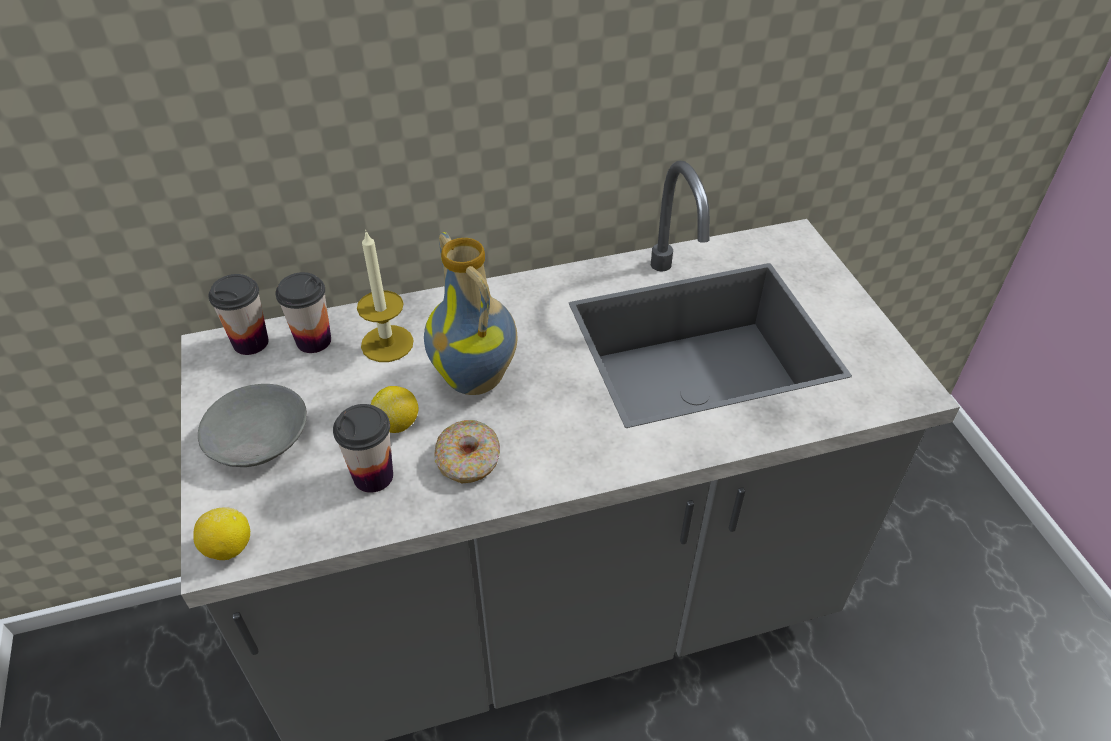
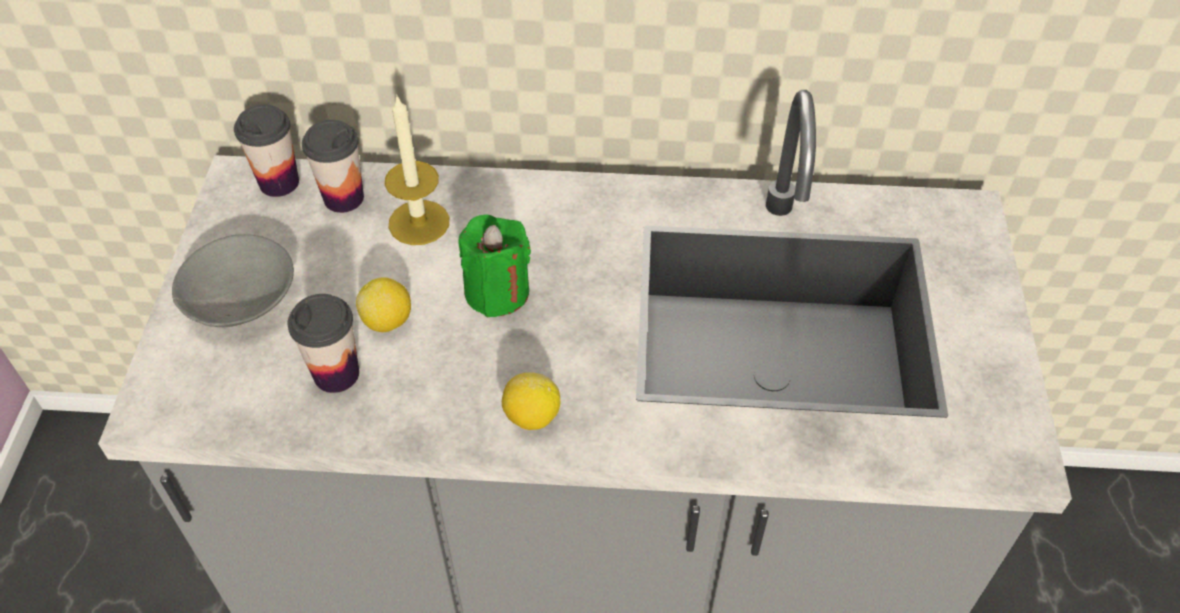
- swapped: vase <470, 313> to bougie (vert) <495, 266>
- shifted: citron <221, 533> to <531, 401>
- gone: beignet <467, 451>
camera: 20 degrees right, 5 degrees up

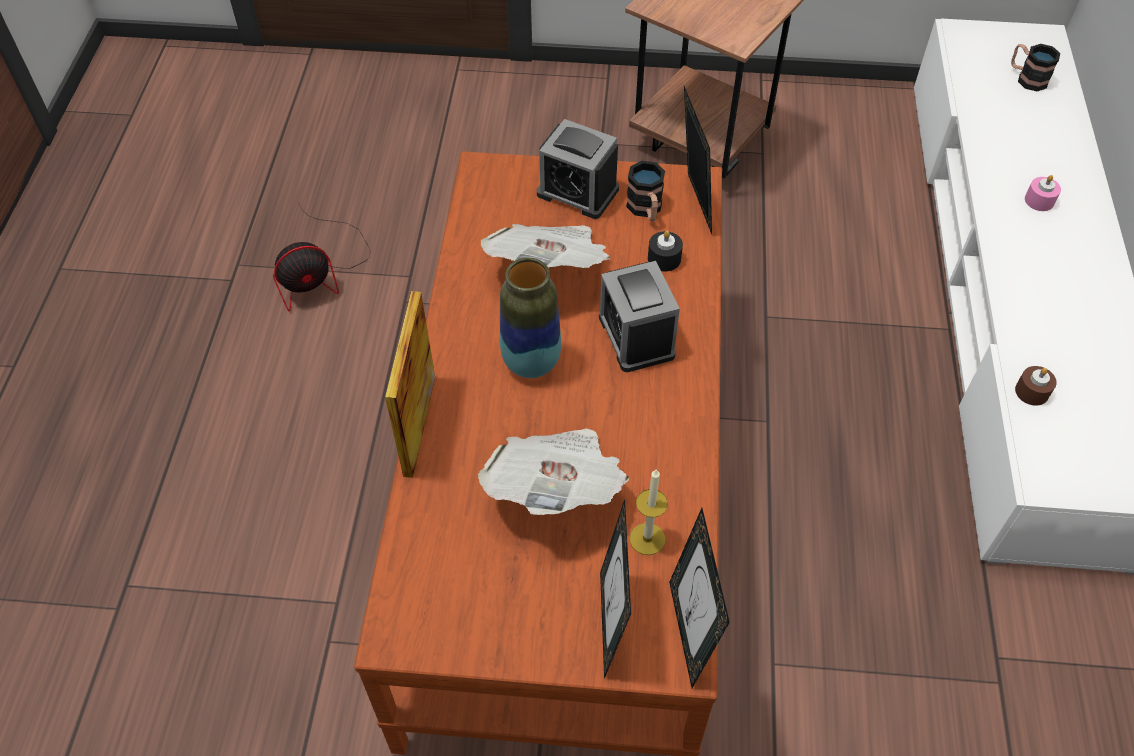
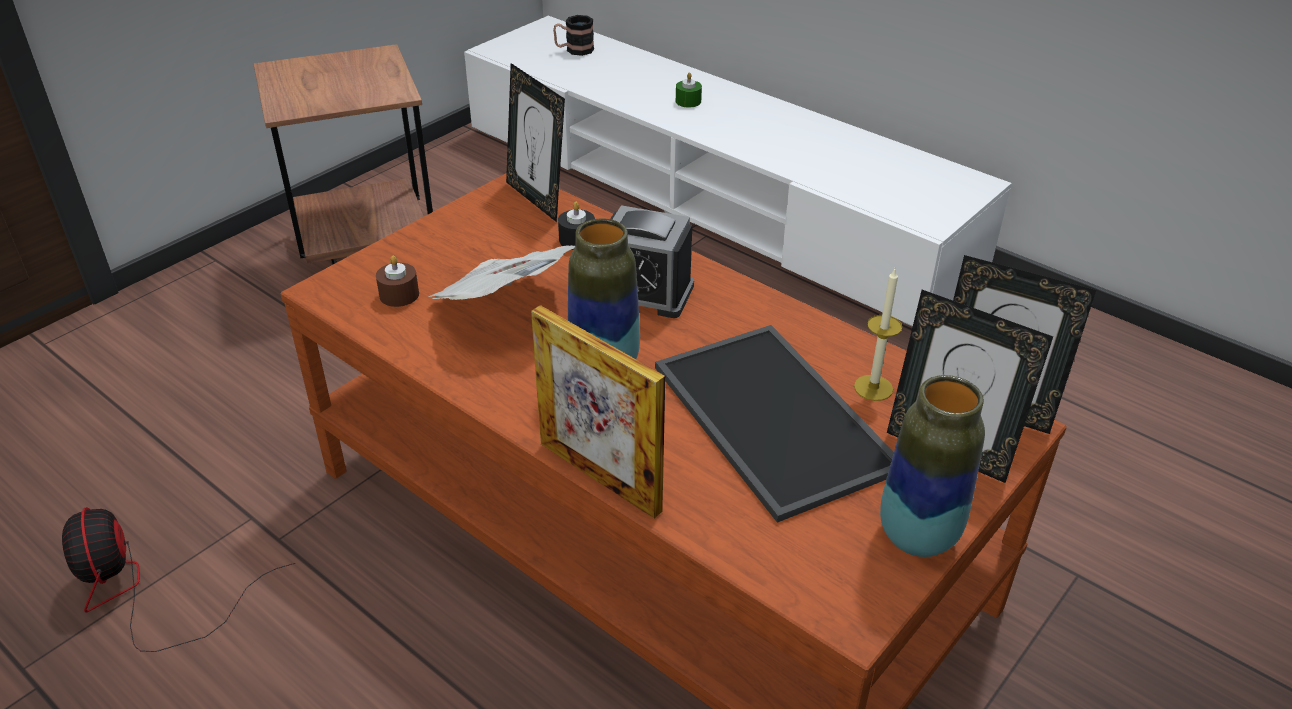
- rotated: ventilateur <321, 257> = <178, 579> 150 degrees clockwise
- shifted: bougie (marron) <1036, 386> to <397, 281>
- rotated: cadre photo <698, 160> = <535, 142> 150 degrees counterclockwise
- swapped: journal <553, 471> to plateau <774, 424>
- repainted: bougie (rose) <1043, 193> to bougie (vert) <689, 90>
- new: vase <932, 466>
- gone: réveil <578, 169>
- gone: mug <645, 191>
camera: 55 degrees left, 15 degrees down

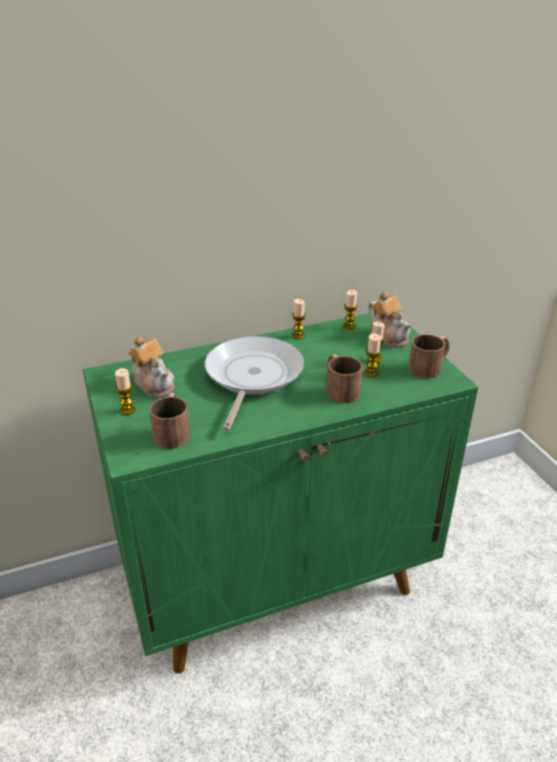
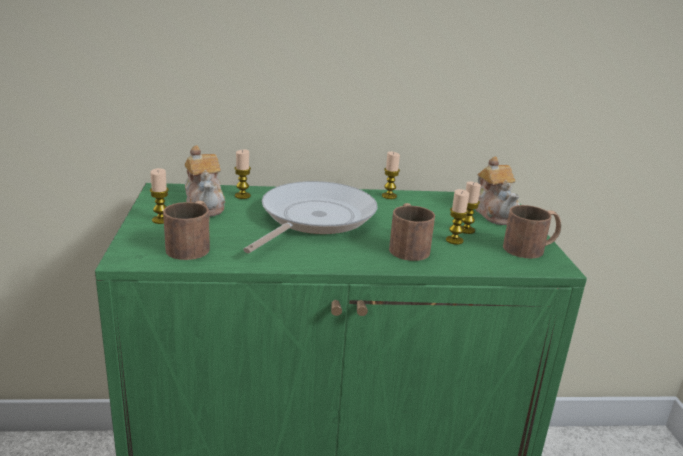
- shifted: bougie <350, 310> to <242, 174>
camera: 15 degrees right, 10 degrees down

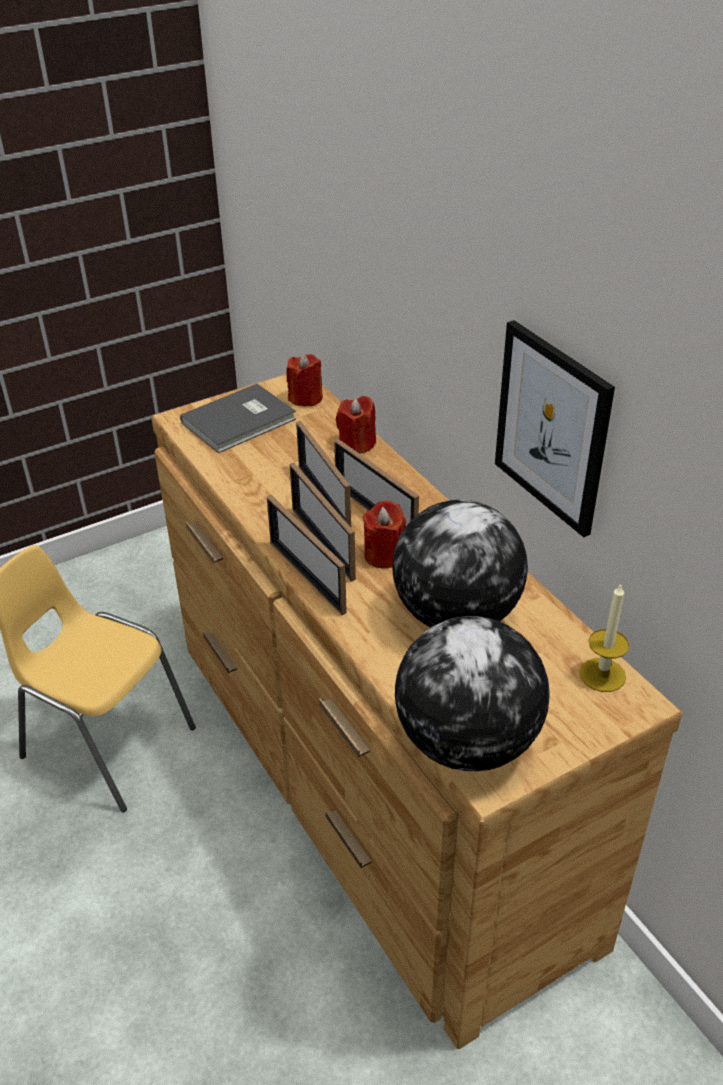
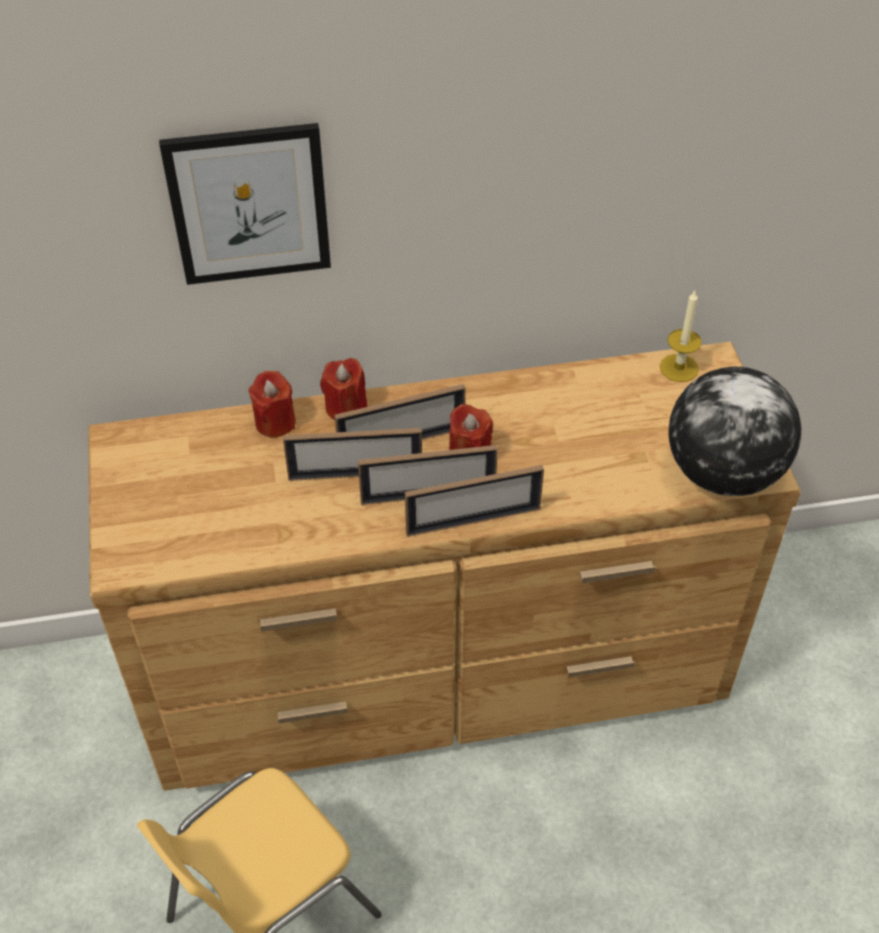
- shifted: tableau <555, 428> to <245, 204>
- shifted: bougie (rouge) <304, 380> to <343, 389>
- gone: livre (gris) <238, 418>
- gone: globe <460, 563>
camera: 70 degrees left, 10 degrees up

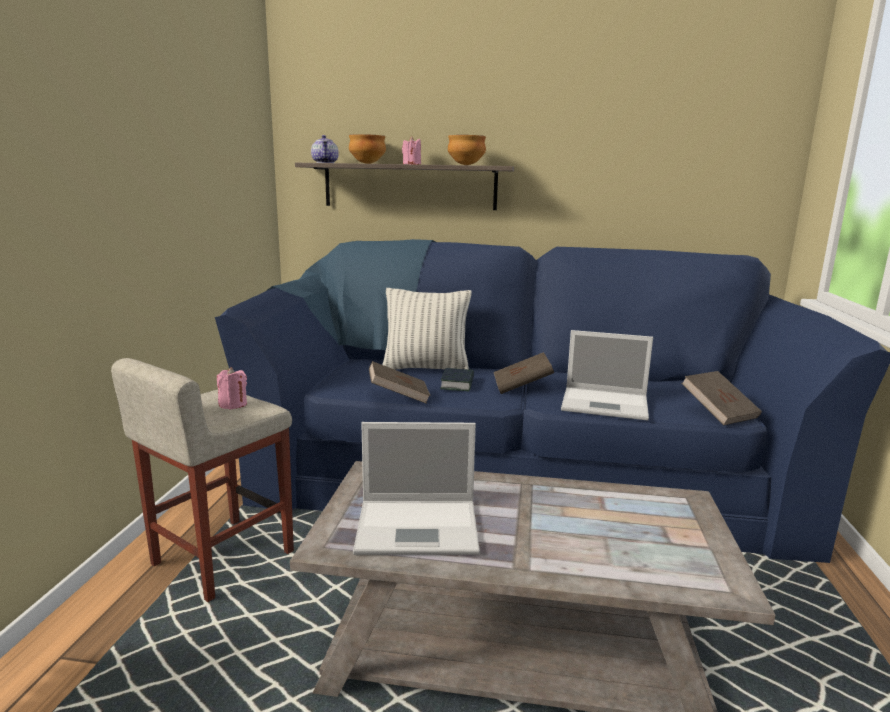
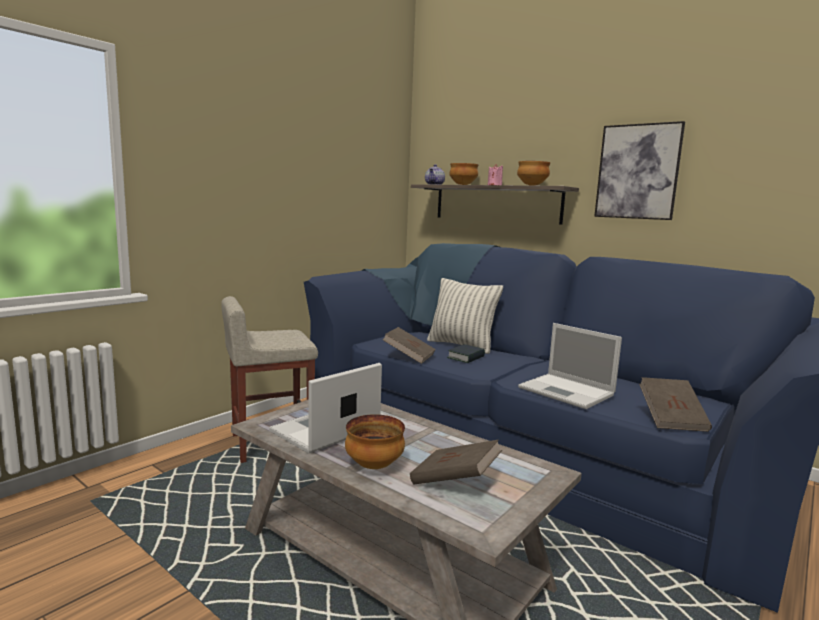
- rotated: ordinateur portable <416, 488> = <325, 408> 105 degrees clockwise
- new: bol <375, 441>
- shifted: livre (marron) <524, 373> to <456, 462>
- new: tableau <639, 170>
- gone: bougie (rose) <232, 388>
camera: 30 degrees right, 5 degrees down

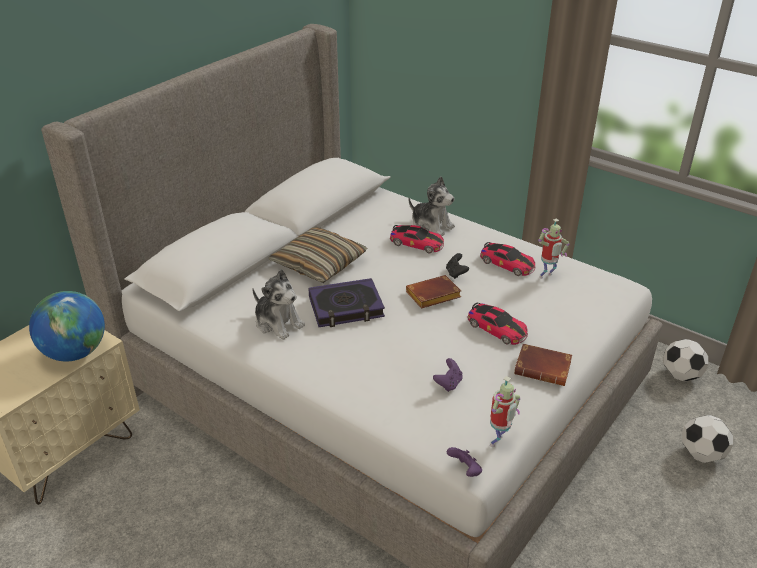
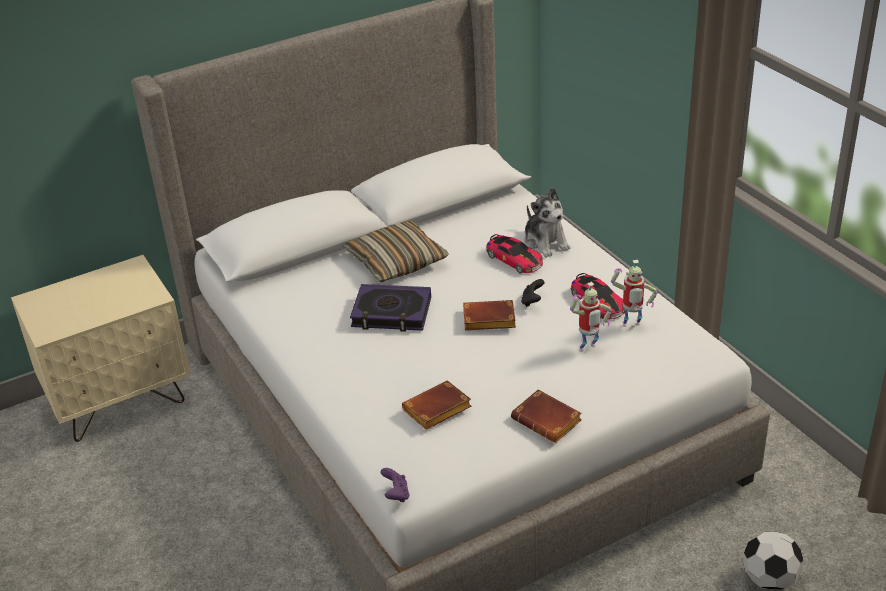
- swapped: manette (violet) <447, 375> to livre (marron) <436, 405>
- shifted: robot jouet <505, 411> to <591, 317>
- gone: globe <67, 326>
- gone: peluche <278, 304>
- gone: petite voiture <498, 324>
- gone: ballon de foot <685, 360>
camera: 25 degrees right, 0 degrees up

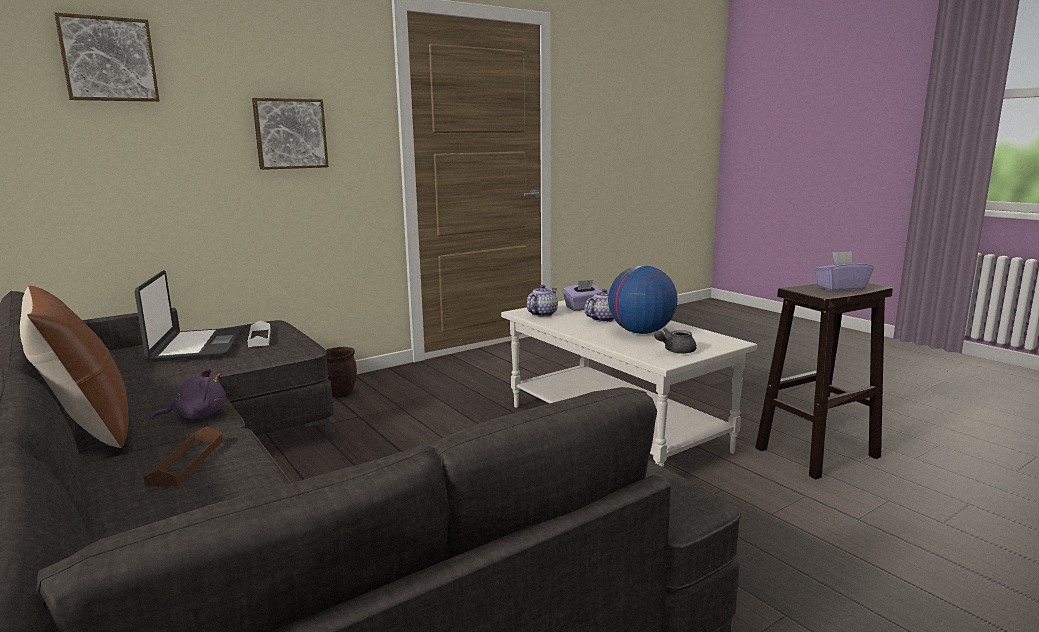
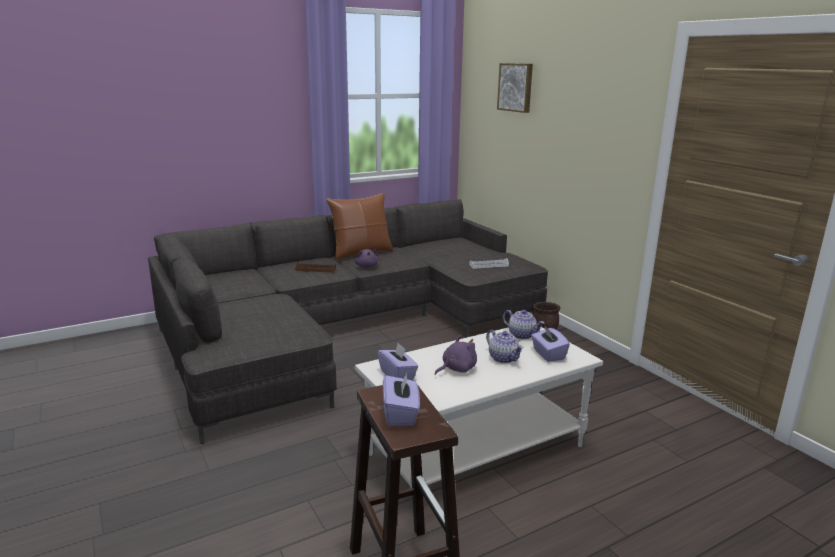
- swapped: théière (gris) <675, 341> to boîte à mouchoirs (violet) <397, 361>
- swapped: globe <642, 299> to peluche (violet) <456, 355>
- gone: ordinateur portable <188, 316>
- gone: tableau <290, 134>
camera: 95 degrees right, 5 degrees up

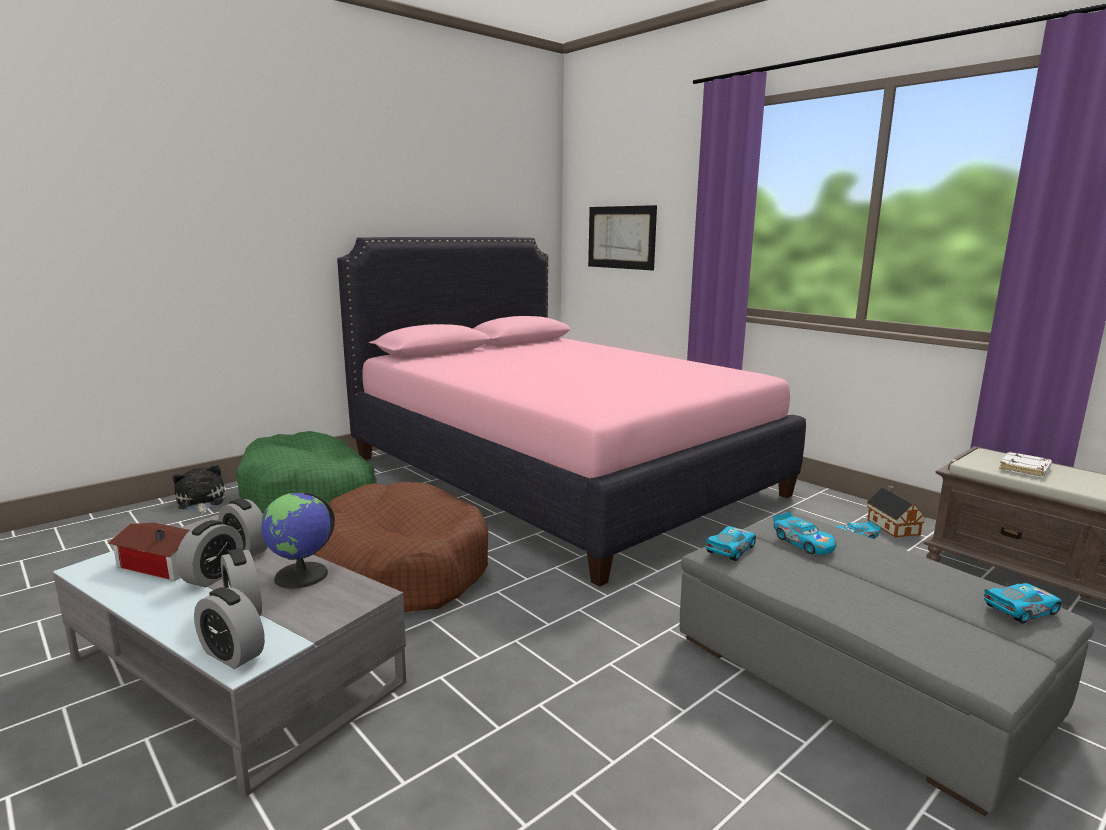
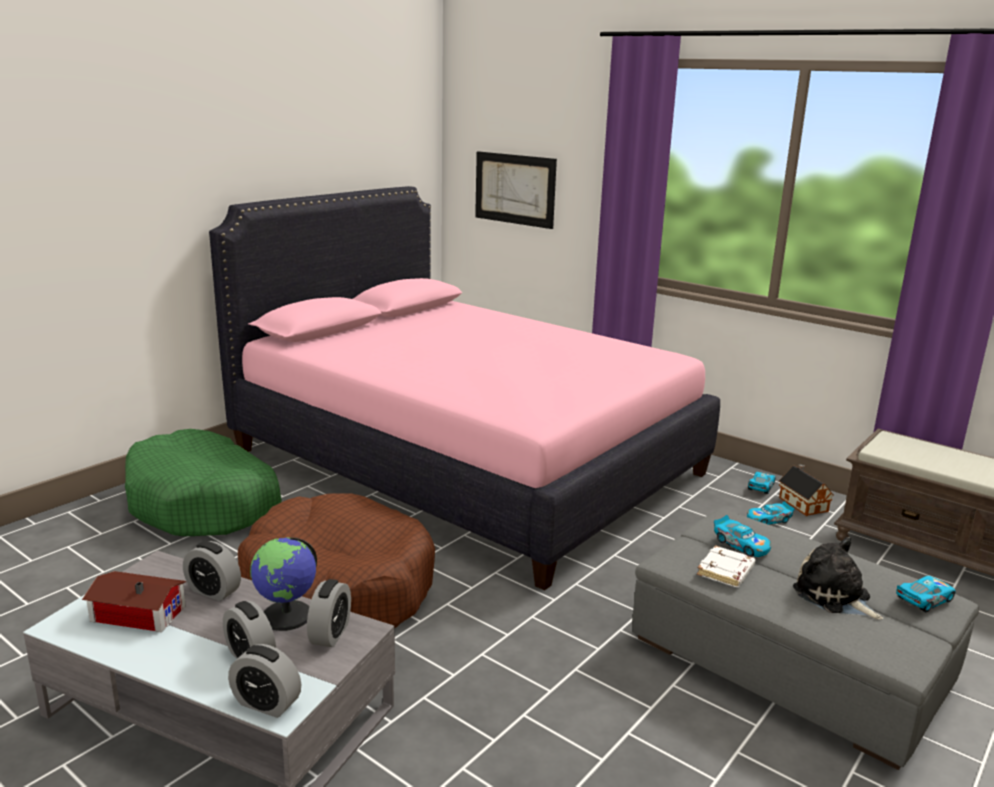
- shifted: réveil <209, 554> to <329, 613>
- shifted: livre (blanc) <1025, 464> to <726, 566>
- shifted: petite voiture <730, 543> to <762, 483>
- shifted: peluche <199, 489> to <838, 578>
camera: 10 degrees left, 5 degrees up

